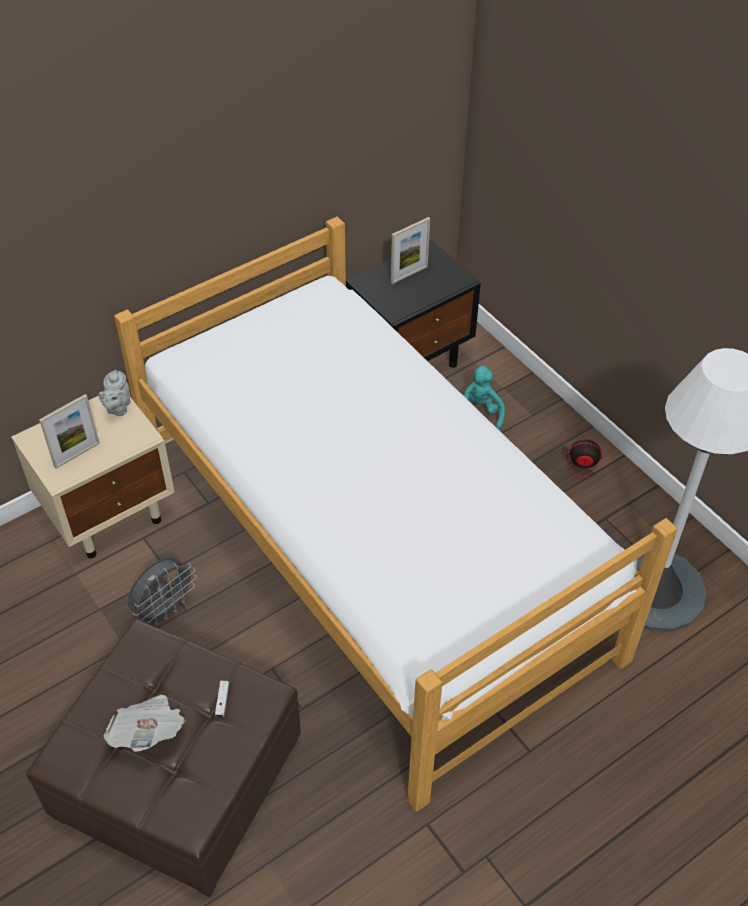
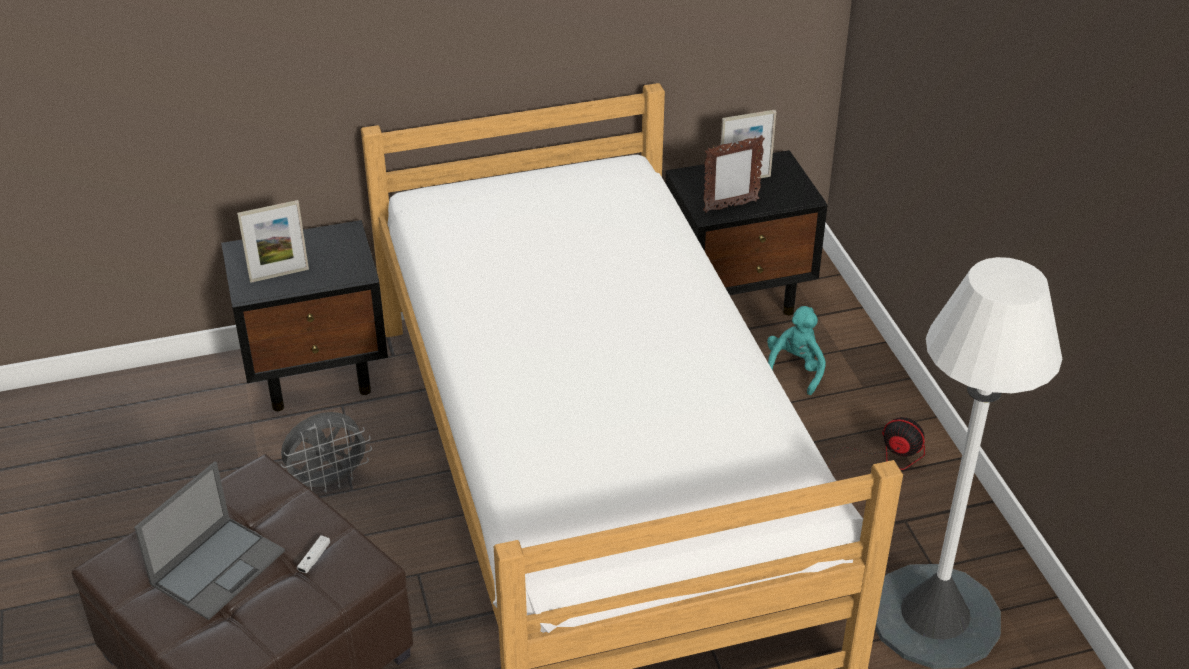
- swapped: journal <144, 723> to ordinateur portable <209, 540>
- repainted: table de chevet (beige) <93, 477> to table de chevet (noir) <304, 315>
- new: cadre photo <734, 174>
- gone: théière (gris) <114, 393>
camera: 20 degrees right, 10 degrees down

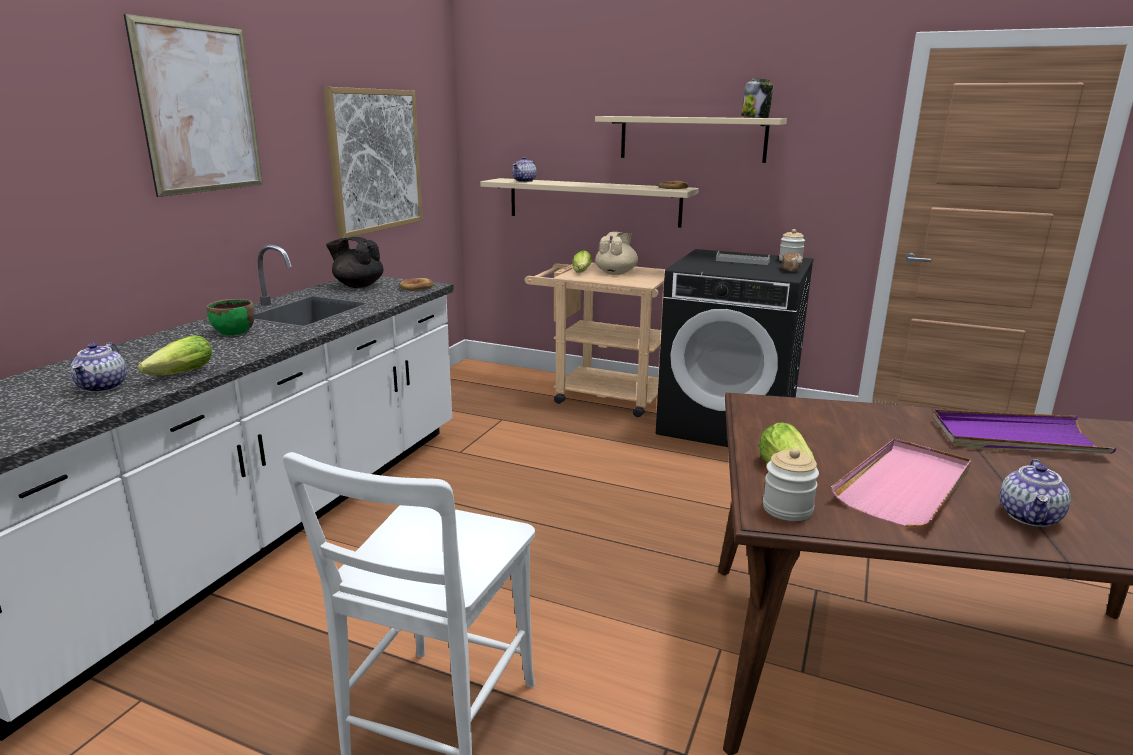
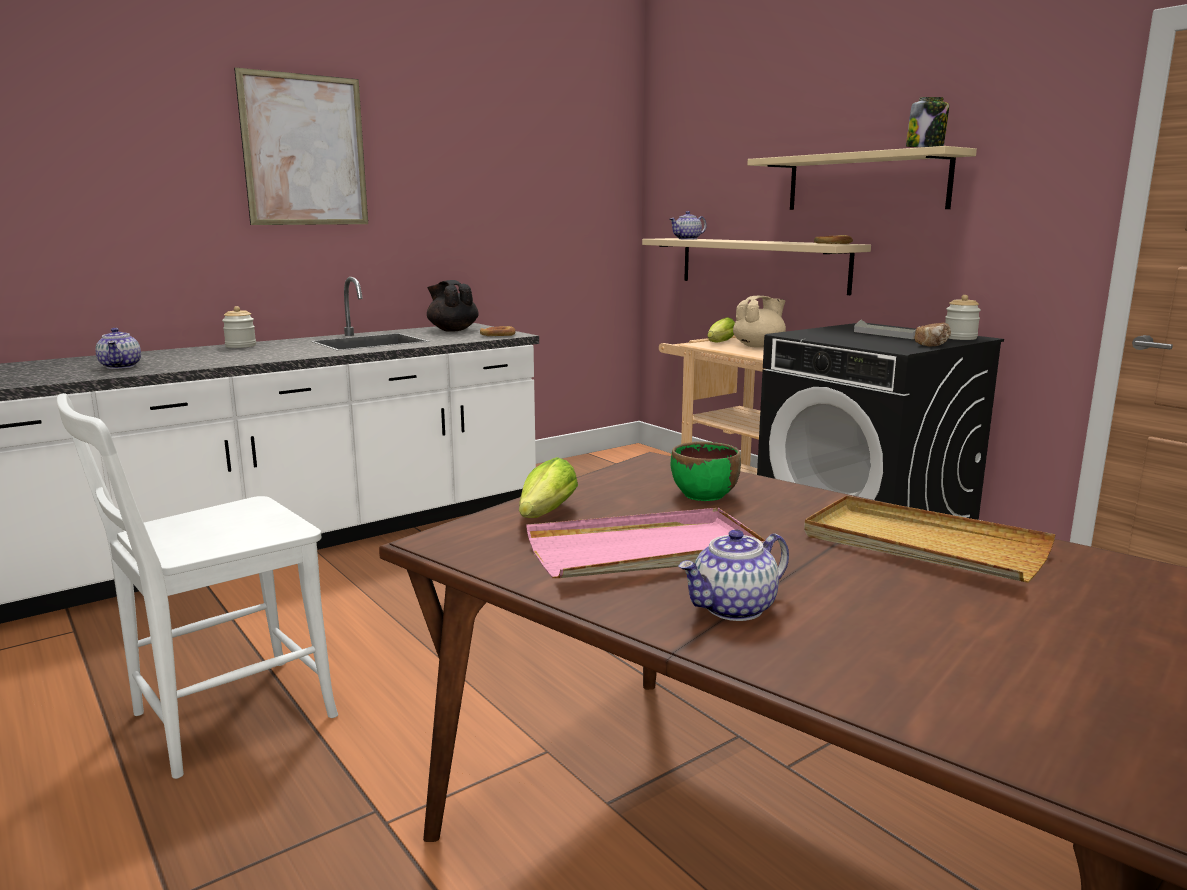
- rotated: théière <98, 367> = <118, 348> 45 degrees counterclockwise
- shifted: bocal <791, 484> to <239, 327>
- shifted: bol (vert) <231, 317> to <705, 471>
- repainted: plateau (violet) <1025, 432> to plateau (beige) <930, 539>
- gone: laitue <175, 355>
- gone: tableau <373, 163>
camera: 30 degrees right, 5 degrees down

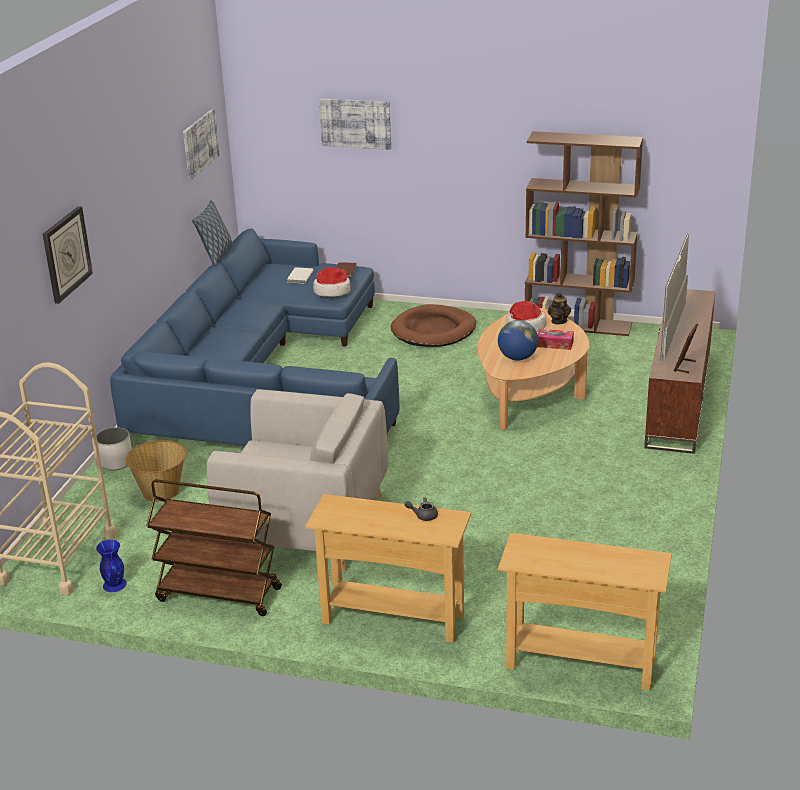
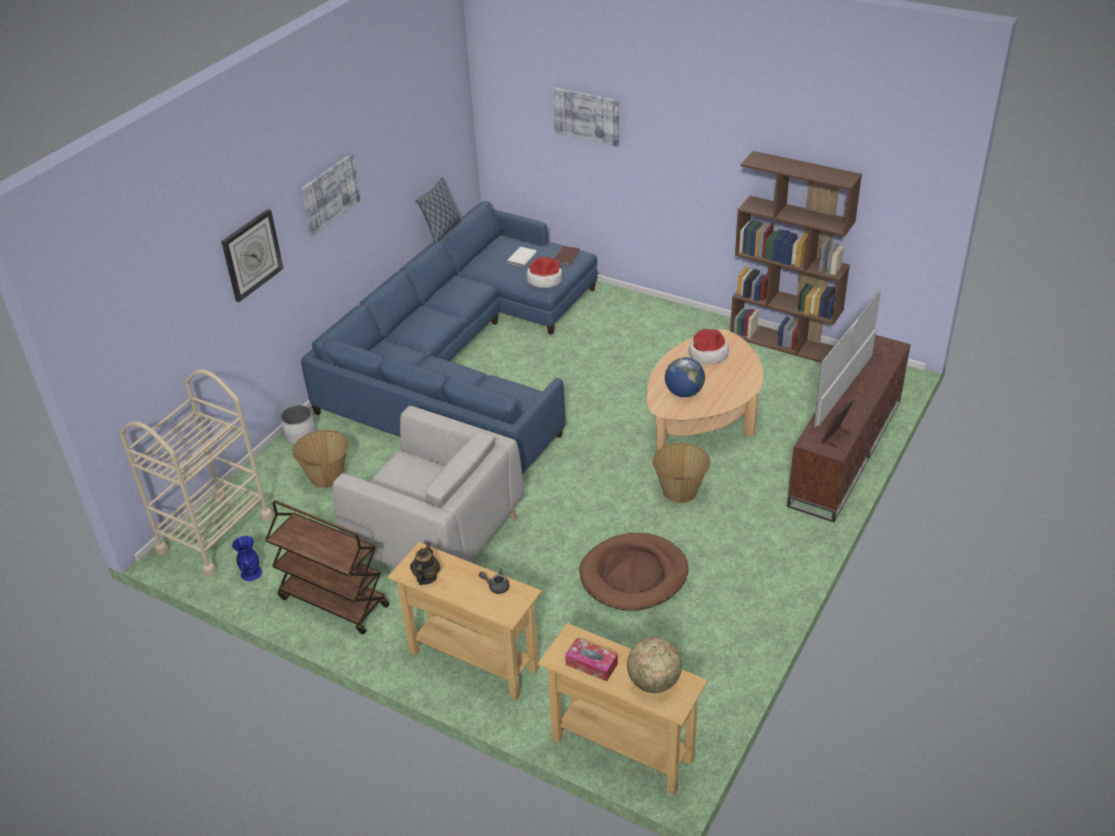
- shifted: tableau <201, 144> to <330, 195>
- shifted: théière <559, 308> to <425, 563>
- shifted: boîte à mouchoirs <555, 339> to <591, 659>
- shifted: panier pour chien (marron) <433, 325> to <634, 572>
- new: globe <654, 665>
- new: panier <681, 473>
camera: 15 degrees right, 10 degrees up

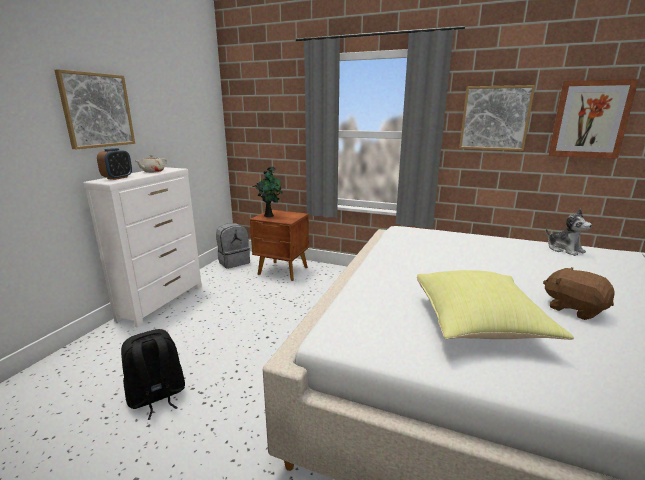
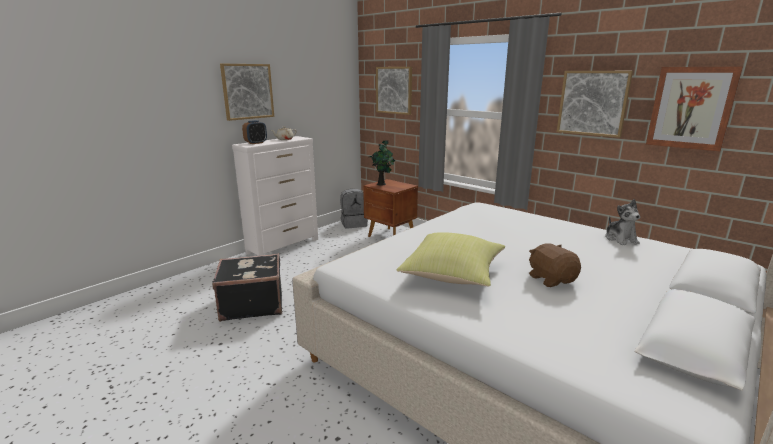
- swapped: sac à dos (noir) <153, 374> to valise (noir) <247, 287>
- new: tableau <394, 91>
camera: 20 degrees right, 0 degrees up

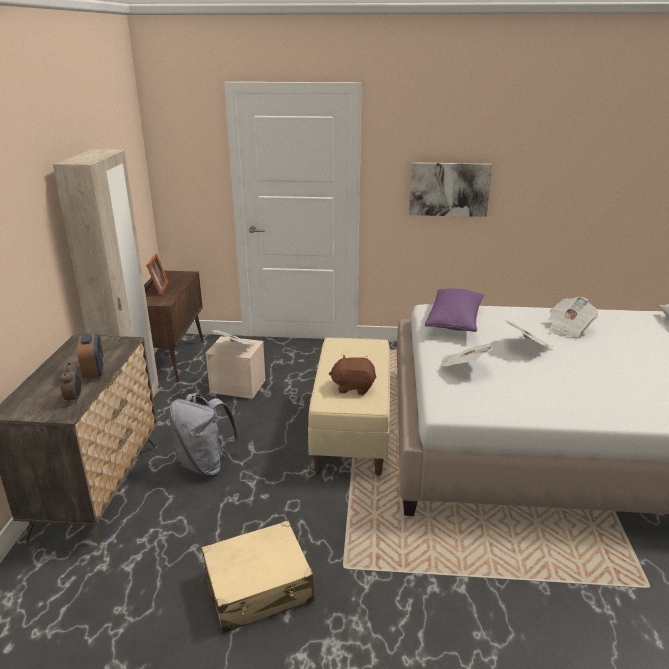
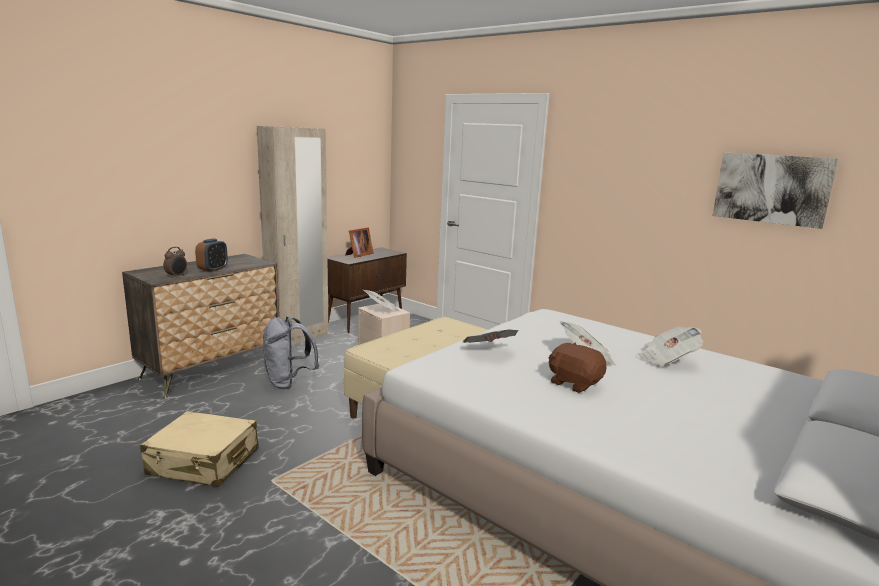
- shifted: peluche (marron) <353, 375> to <578, 367>
- shifted: tableau <451, 189> to <775, 190>
- gone: coussin (violet) <454, 310>
camera: 35 degrees right, 10 degrees down

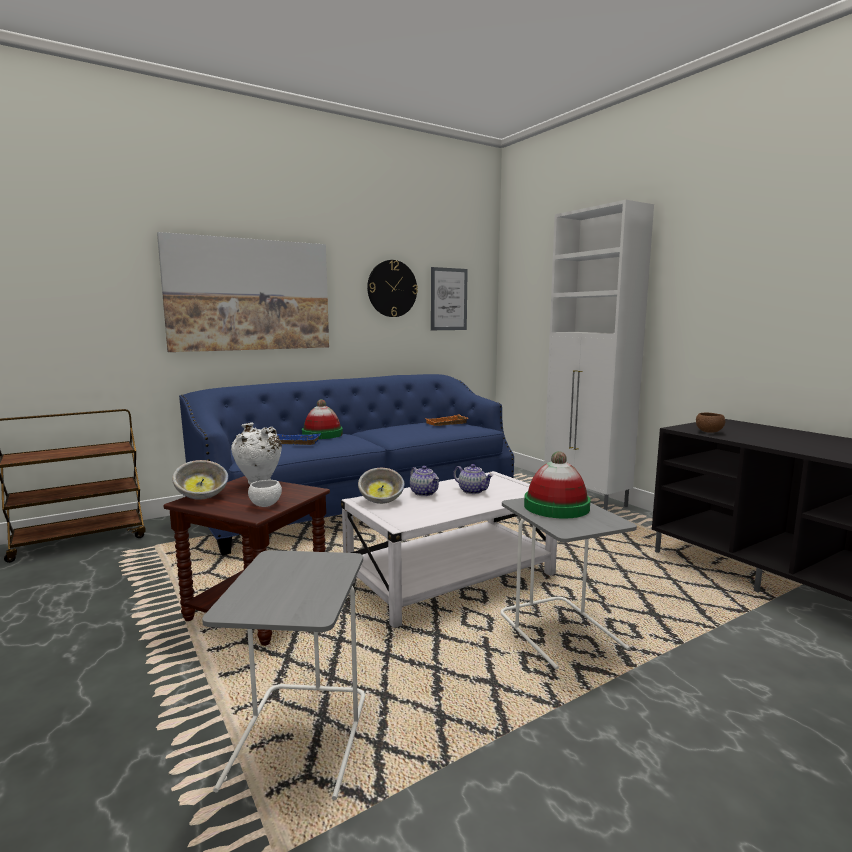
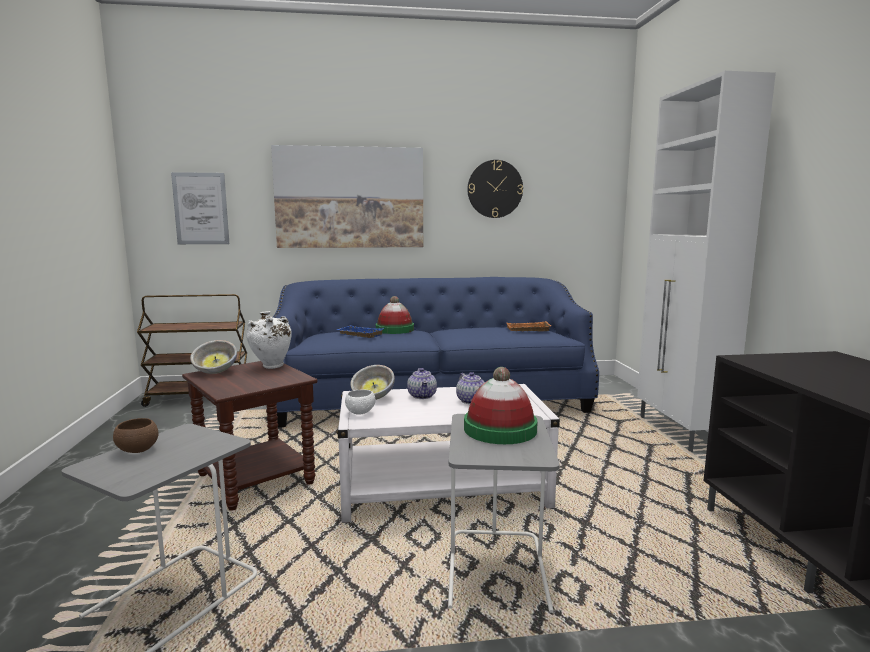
- shifted: bol (marron) <710, 423> to <135, 435>
- shifted: tableau <449, 298> to <200, 208>
- shifted: bol (blanc) <265, 493> to <360, 402>
camera: 25 degrees right, 0 degrees up

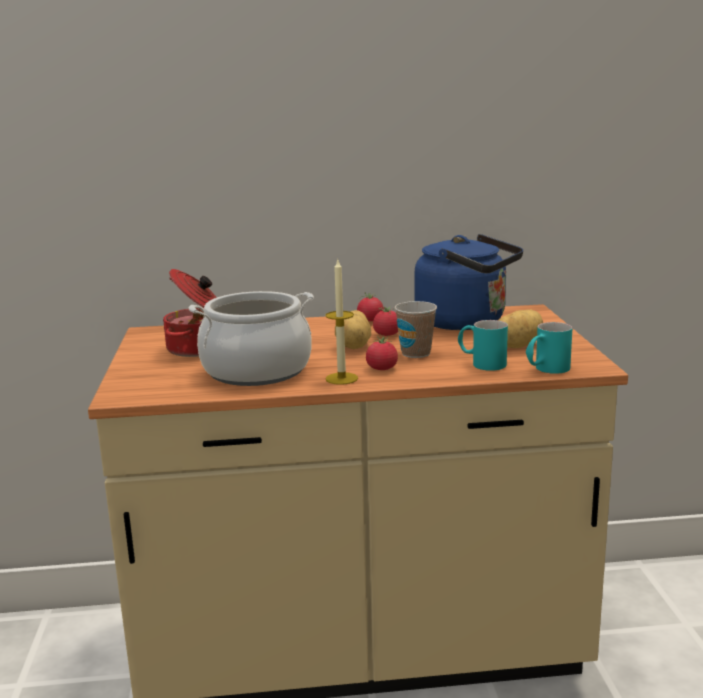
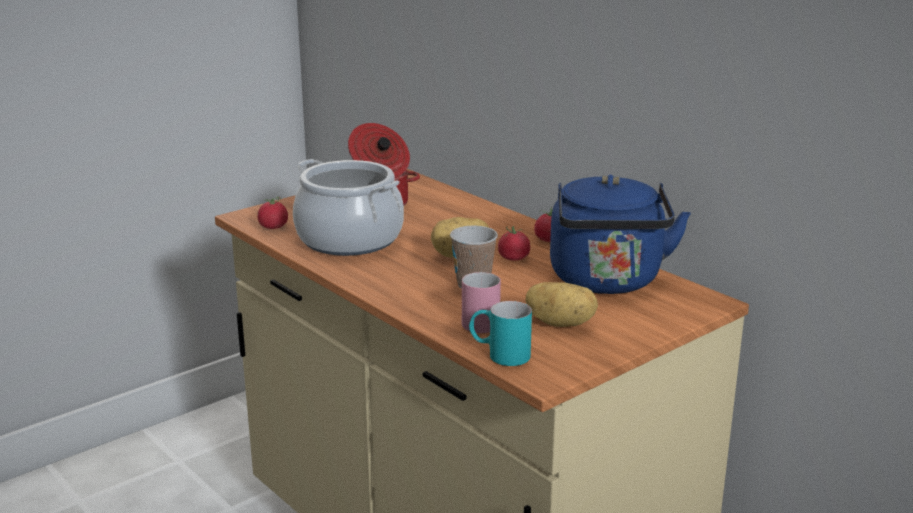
- shifted: tomate <382, 353> to <272, 213>
- repainted: mug (turquoise) <483, 345> to mug (rose) <481, 302>
- gone: bougie <342, 322>
camera: 55 degrees right, 5 degrees up

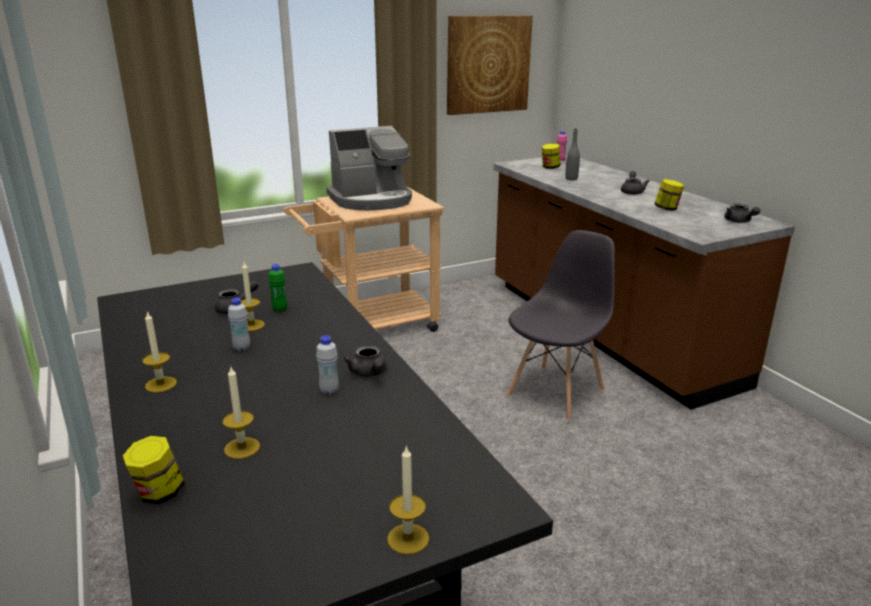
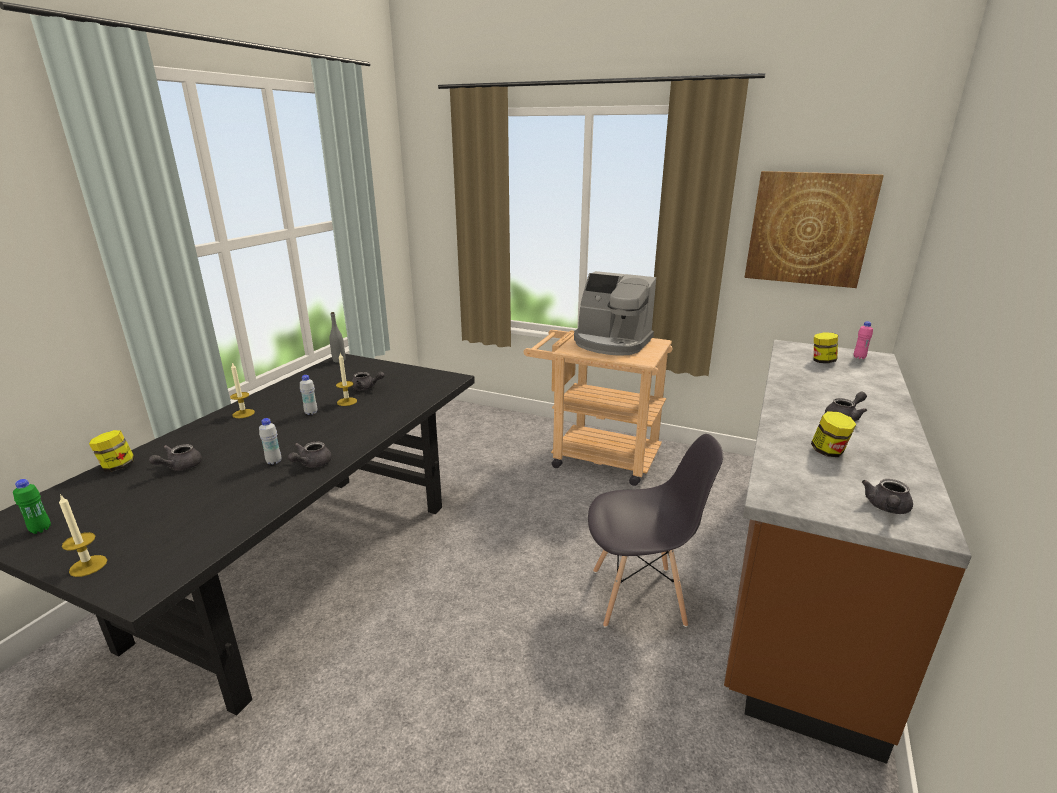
- shifted: bouteille (vert) <277, 288> to <32, 506>
- swapped: bougie <241, 413> to théière (gris) <175, 457>
- shifted: bouteille (gris) <572, 155> to <337, 337>
camera: 50 degrees right, 0 degrees up

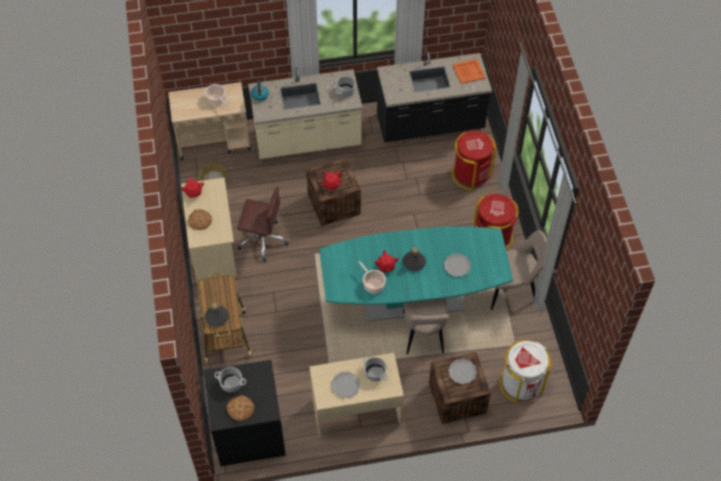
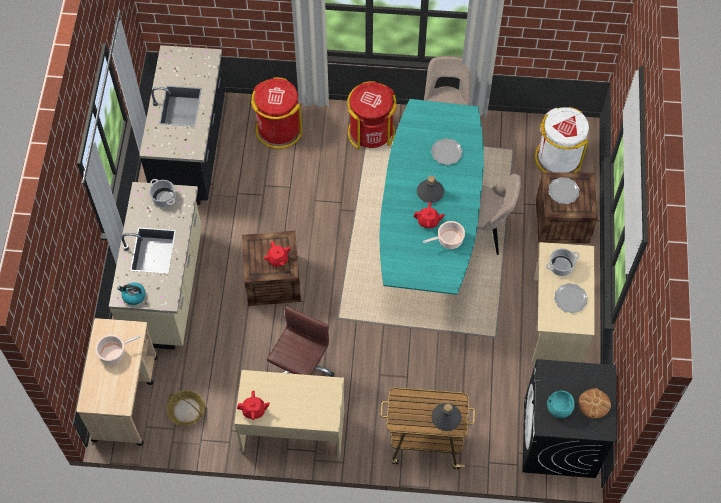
- swapped: marmite <230, 379> to bol (turquoise) <561, 404>
- gone: pain <200, 219>
- gone: plateau (orange) <469, 71>
camera: 75 degrees left, 5 degrees up

